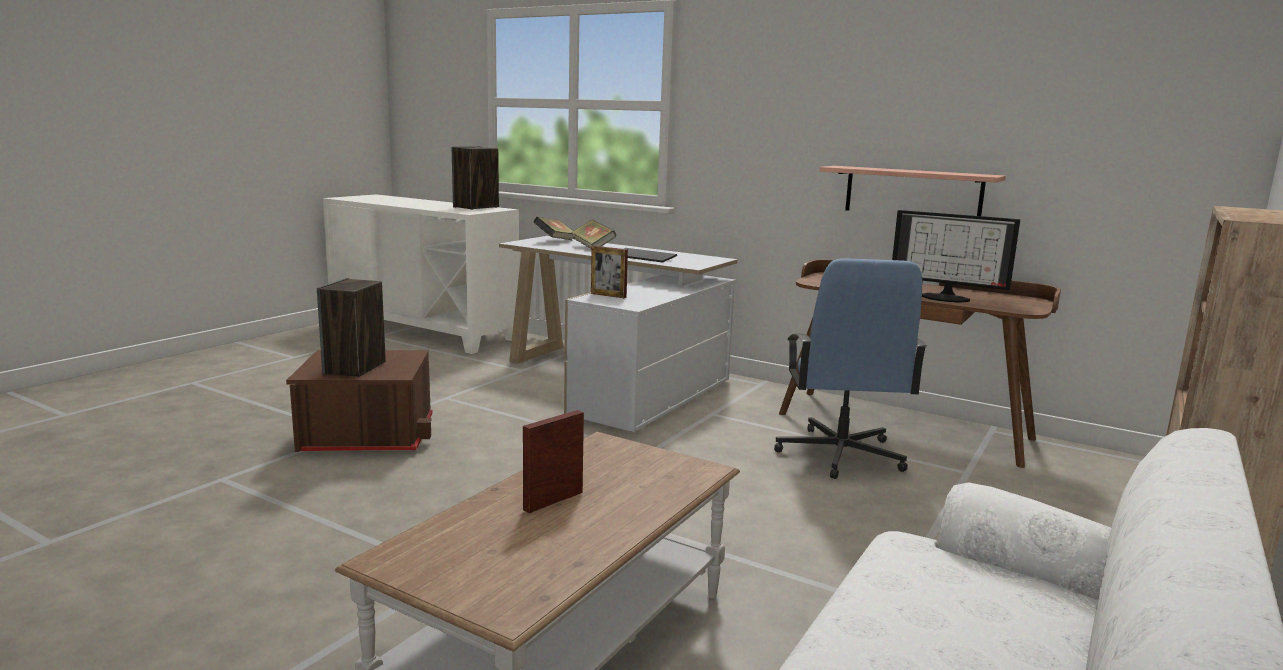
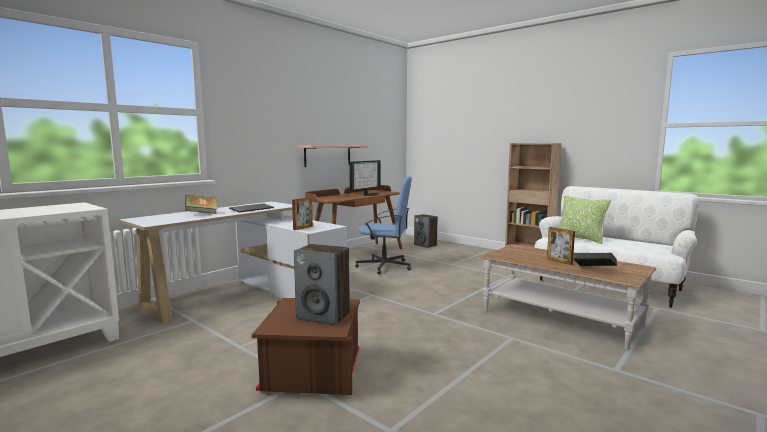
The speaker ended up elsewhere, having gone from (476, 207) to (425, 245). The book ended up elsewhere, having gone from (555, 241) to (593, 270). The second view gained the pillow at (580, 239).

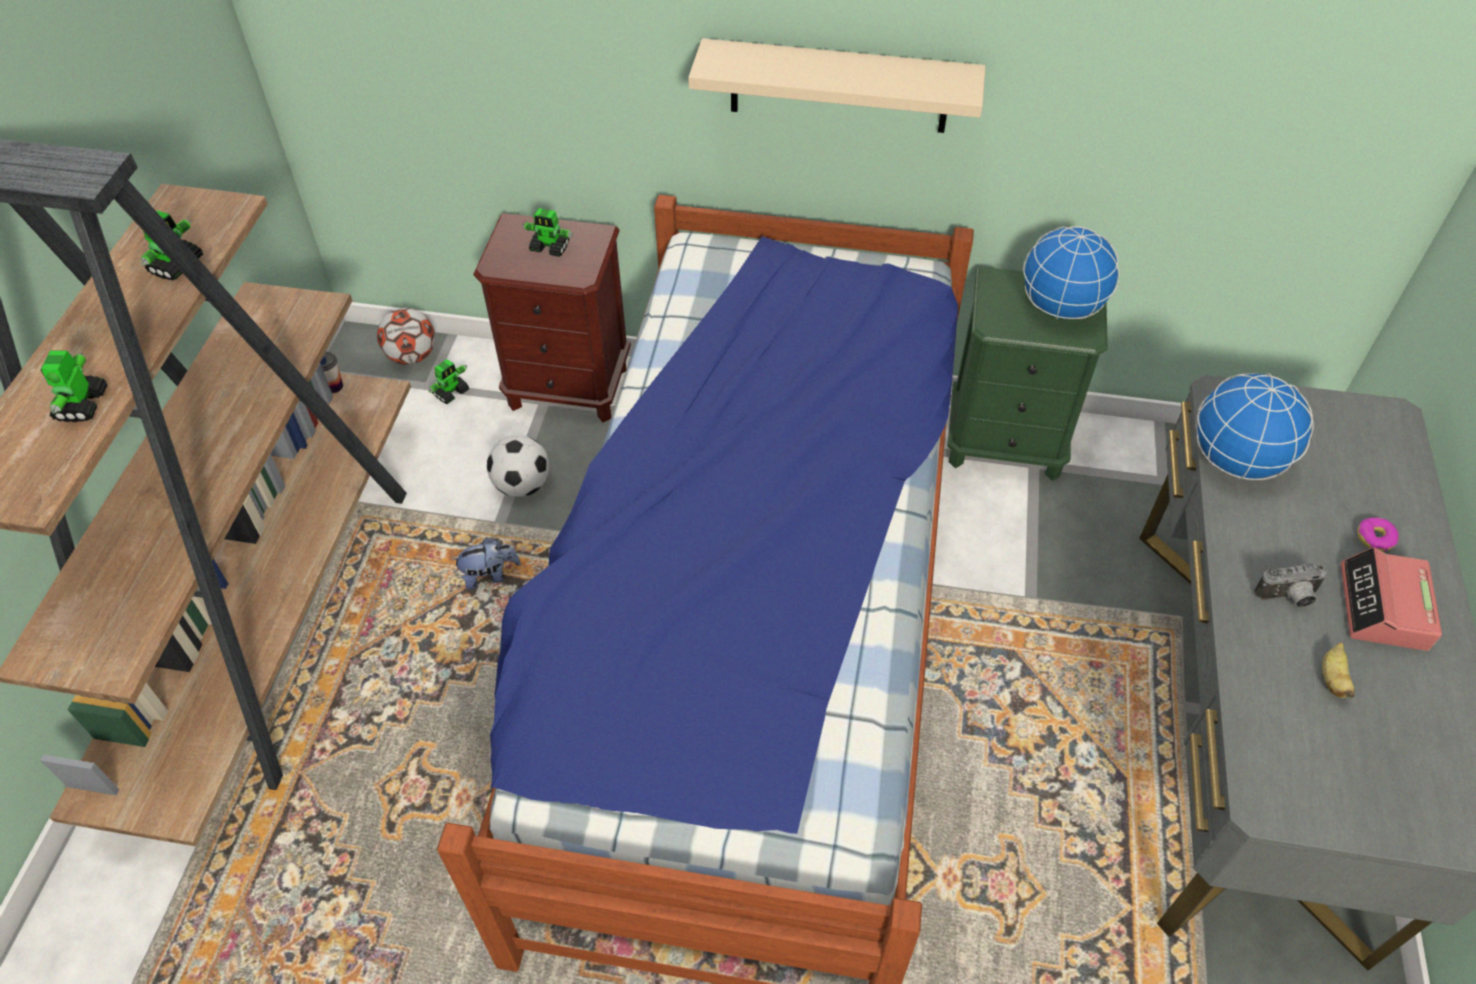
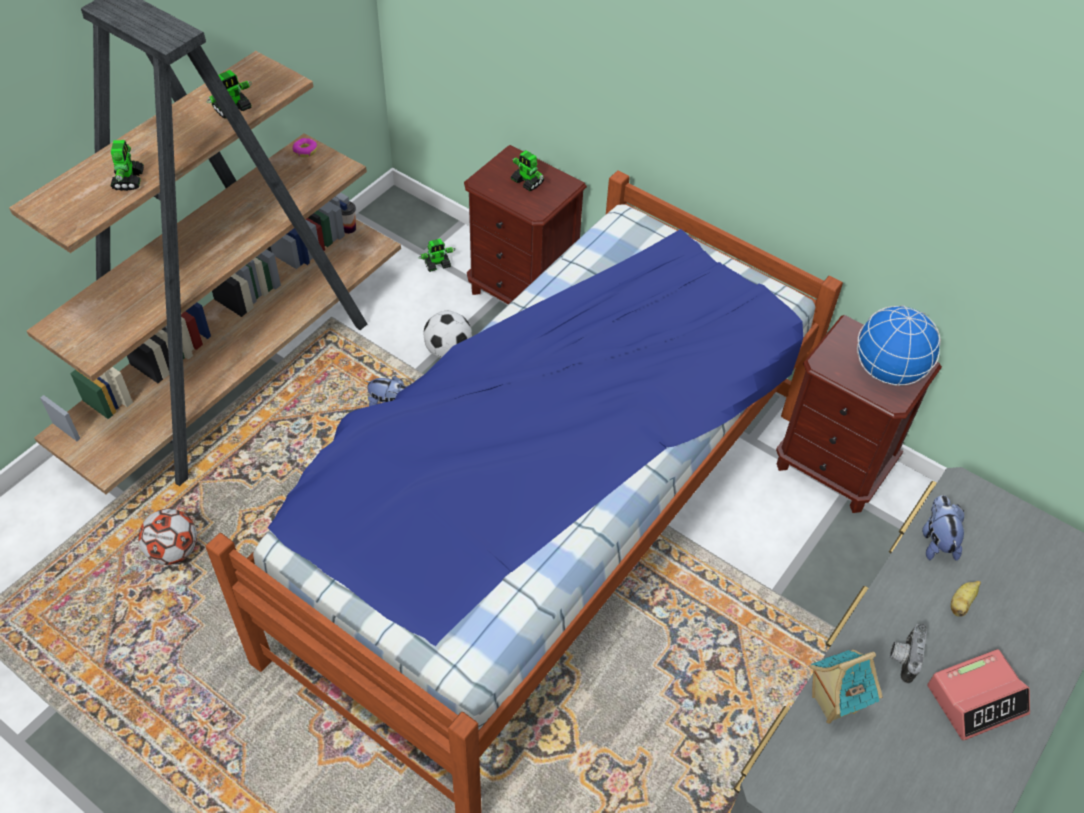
The second view lost the shelf/beige at (839, 86). What was the nightstand/green at (1005, 442) turned into the nightstand/brown at (832, 468). The football ended up elsewhere, having gone from (412, 356) to (174, 551). The toy robot at (82, 405) ended up facing another way, 150 degrees clockwise from before. Where the globe stood at (1234, 461), the plush toy came to stand at (936, 541). The donut ended up elsewhere, having gone from (1374, 538) to (305, 151). The alarm clock at (1383, 608) ended up facing another way, 150 degrees counterclockwise from before. The photo camera at (1288, 598) ended up facing another way, 90 degrees clockwise from before. The banana ended up elsewhere, having gone from (1332, 678) to (961, 603). The second view gained the toy house at (832, 704).

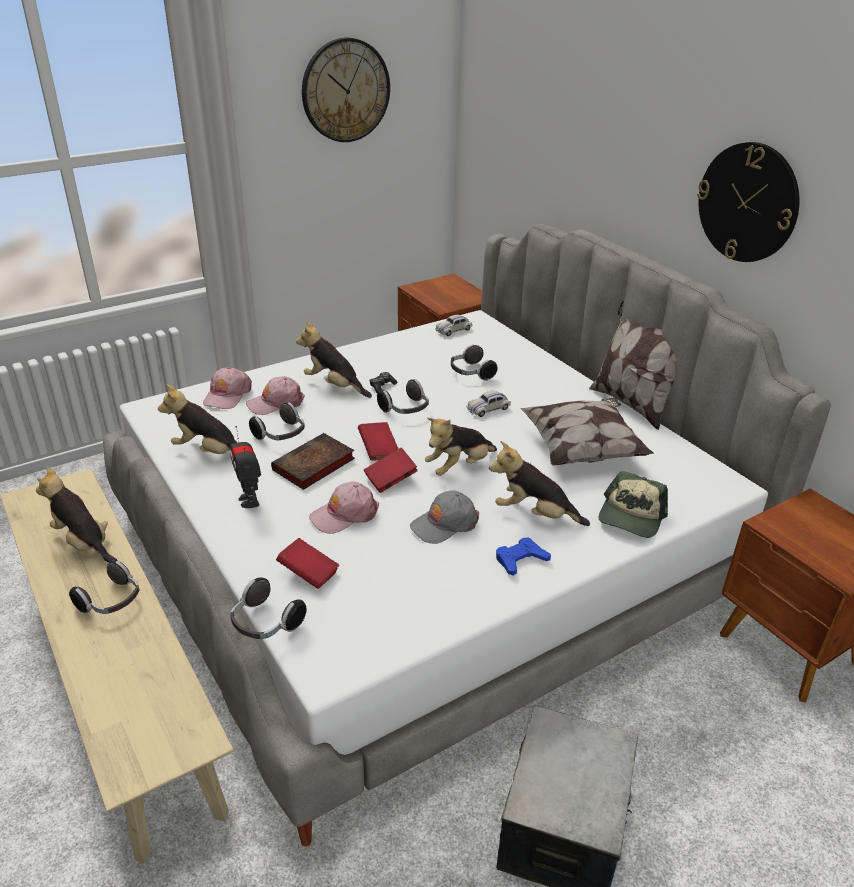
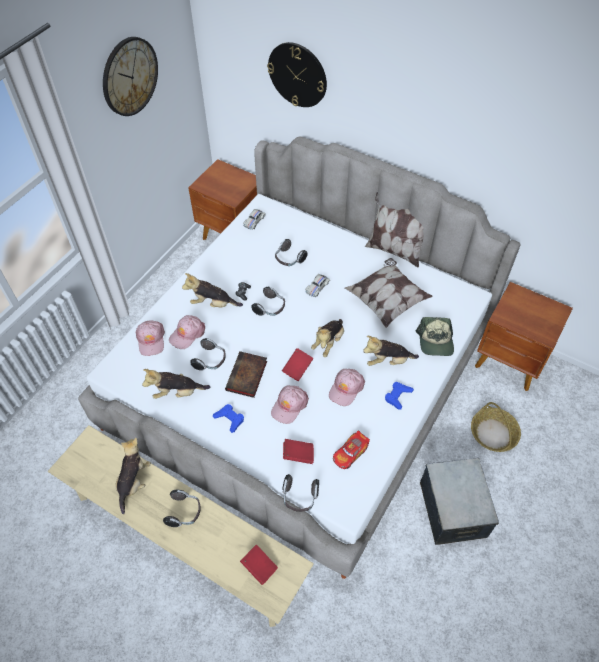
The wall clock ended up elsewhere, having gone from (747, 203) to (297, 75). The book/red ended up elsewhere, having gone from (378, 451) to (259, 567). Where the toy robot stood at (250, 500), the game controller/blue came to stand at (229, 419). The plush toy at (84, 543) ended up facing another way, 90 degrees clockwise from before. What was the cap/grey at (444, 524) turned into the cap/pink at (346, 388). The second view gained the basket at (493, 434). The second view gained the toy car at (350, 453).

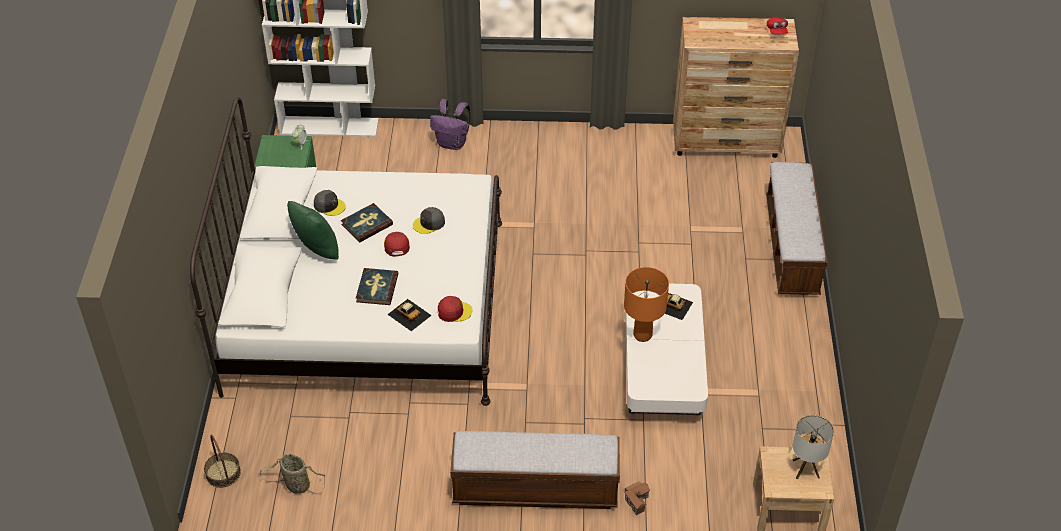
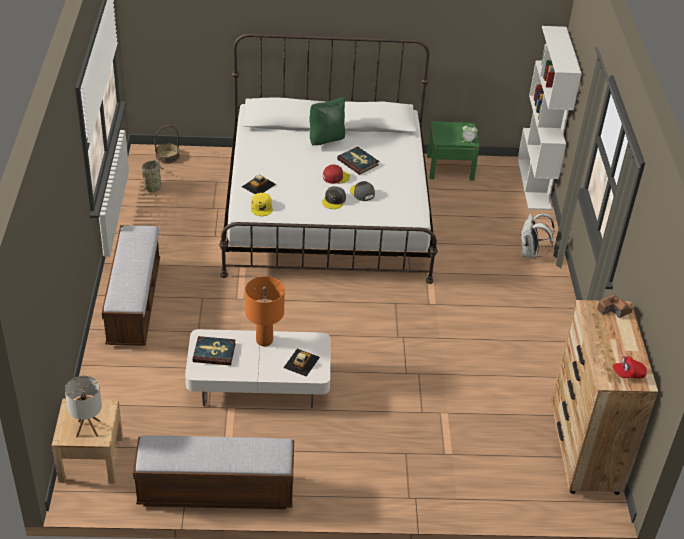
What was the backpack/purple at (452, 143) turned into the backpack/white at (530, 253). The bench ended up elsewhere, having gone from (791, 247) to (216, 491). The cap/grey ended up elsewhere, having gone from (329, 206) to (334, 200). The book ended up elsewhere, having gone from (377, 288) to (214, 352). What was the cap/red at (454, 311) turned into the cap/yellow at (261, 207). The toy house ended up elsewhere, having gone from (637, 499) to (614, 310).

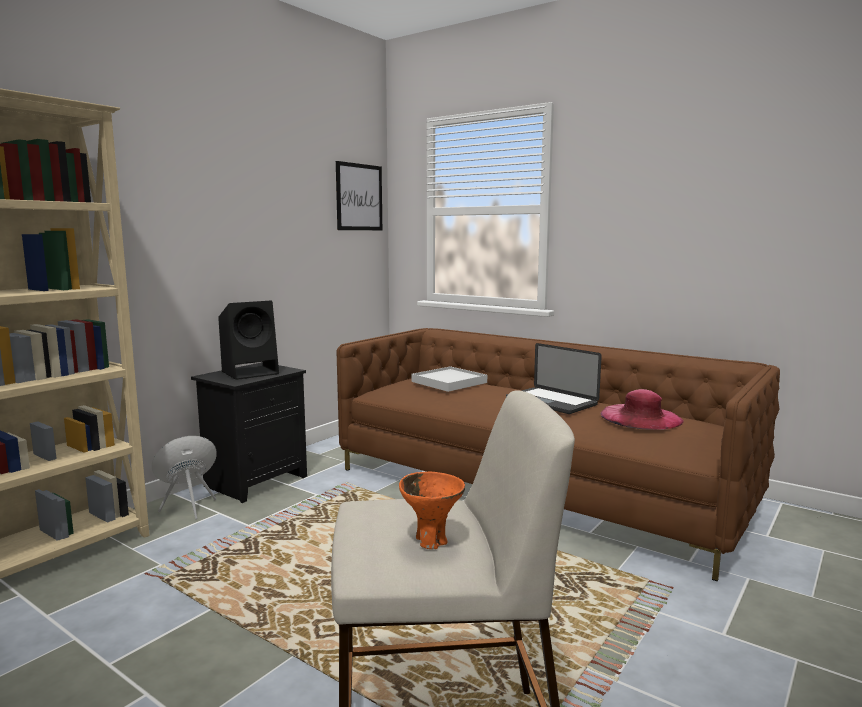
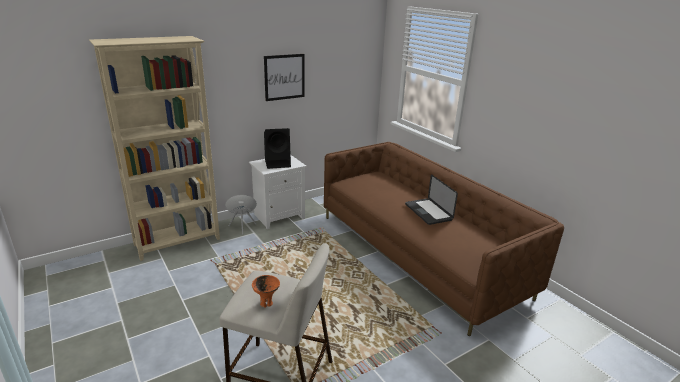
The picture ended up elsewhere, having gone from (359, 197) to (284, 77). What was the nightstand/black at (256, 481) turned into the nightstand/white at (279, 216). The second view lost the tray/white at (449, 382). The second view lost the hat/pink at (641, 417).

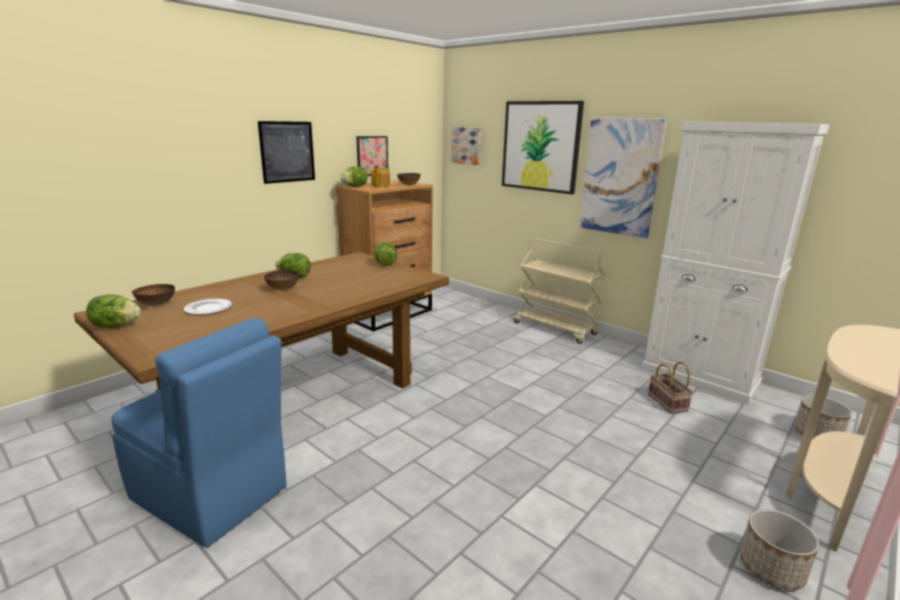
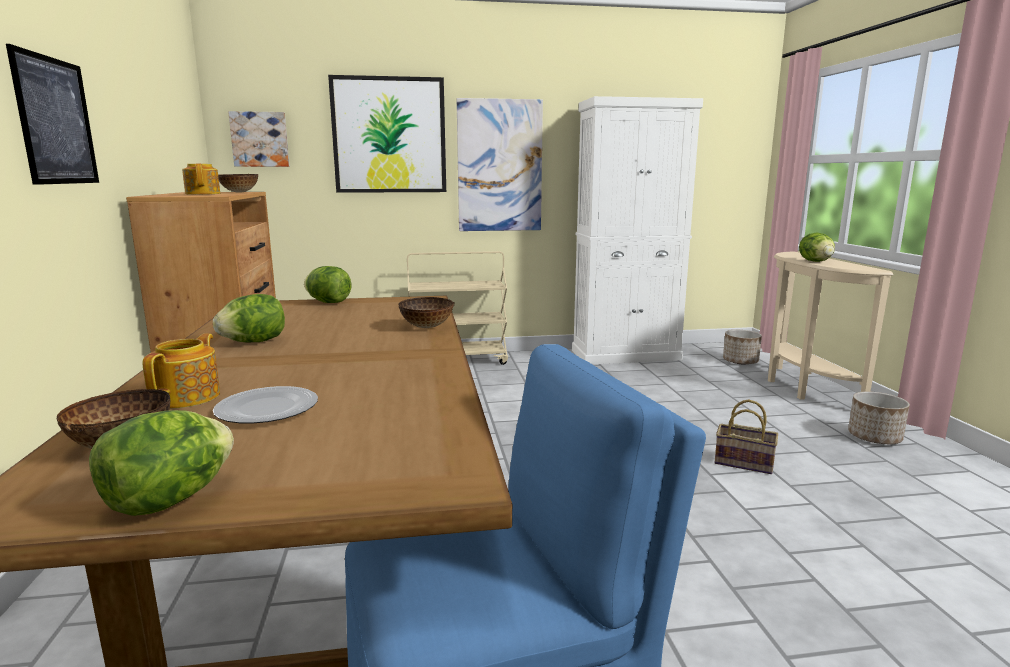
The second view lost the picture at (372, 156). The lettuce ended up elsewhere, having gone from (355, 186) to (815, 261). The bowl ended up elsewhere, having gone from (282, 289) to (426, 327). The basket ended up elsewhere, having gone from (668, 403) to (745, 463). The second view gained the teapot at (188, 396).

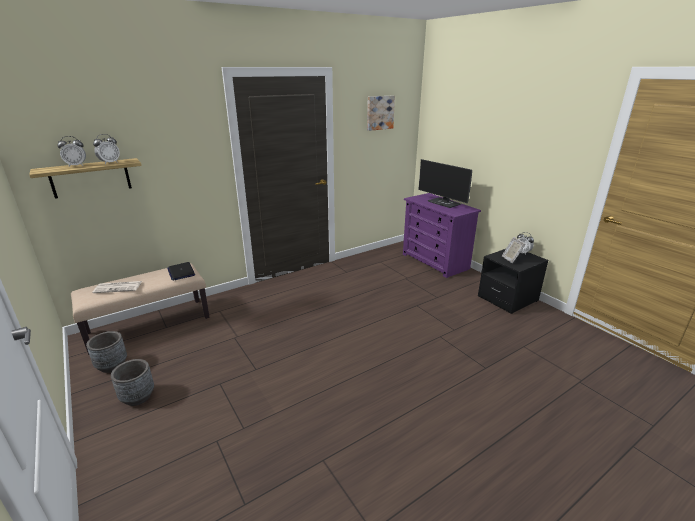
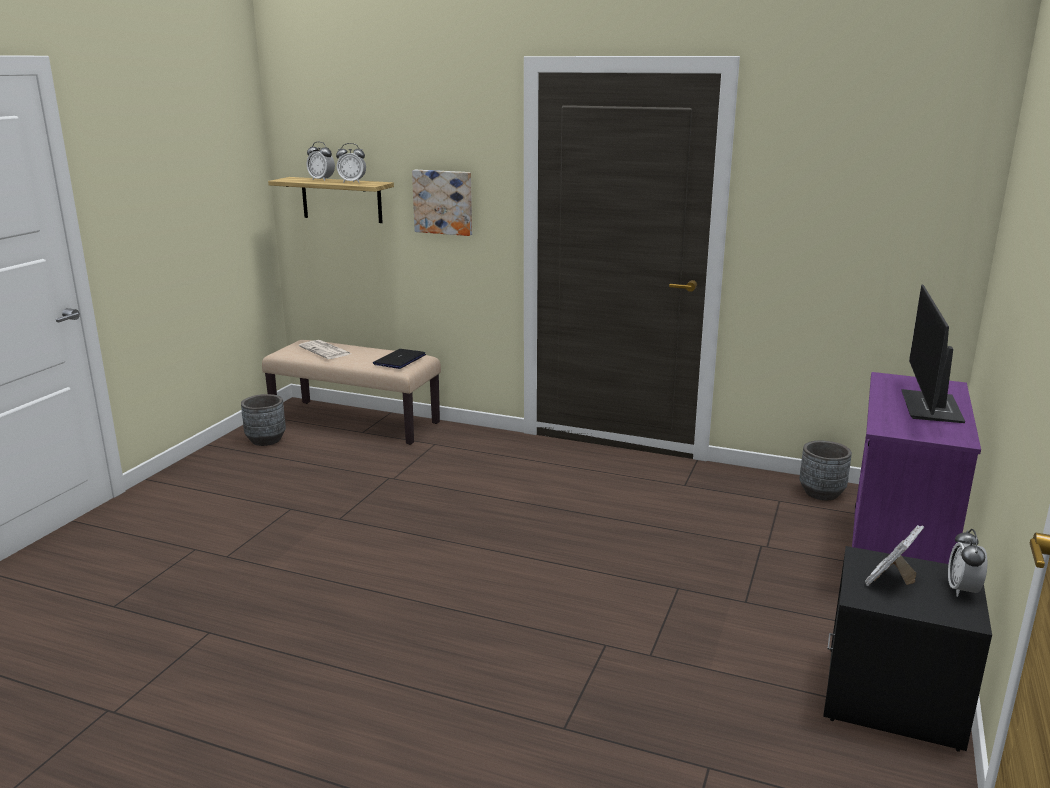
The picture ended up elsewhere, having gone from (379, 112) to (443, 202). The planter/grey ended up elsewhere, having gone from (138, 397) to (821, 493).

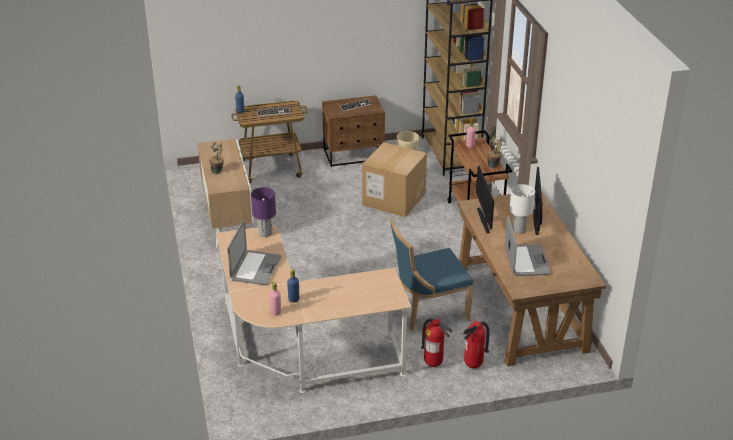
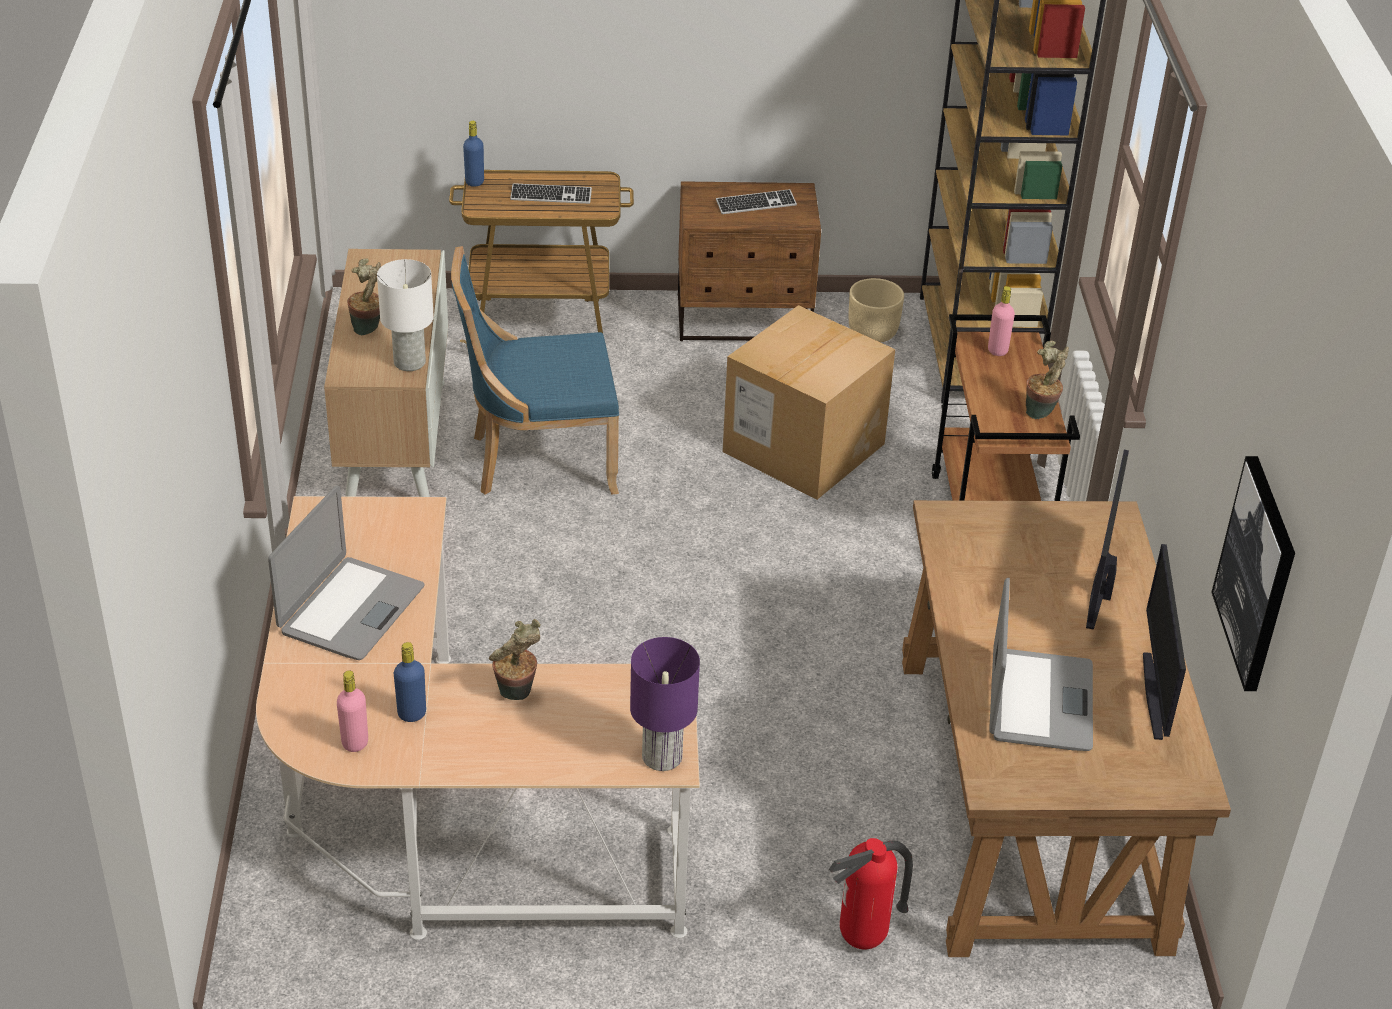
The monitor ended up elsewhere, having gone from (484, 220) to (1156, 696). The table lamp/white ended up elsewhere, having gone from (519, 229) to (410, 362). The table lamp/purple ended up elsewhere, having gone from (265, 233) to (663, 757). The chair/blue ended up elsewhere, having gone from (428, 311) to (538, 461). The second view lost the fire extinguisher at (433, 364). The second view gained the picture at (1257, 573). The second view gained the potted plant at (516, 695).

